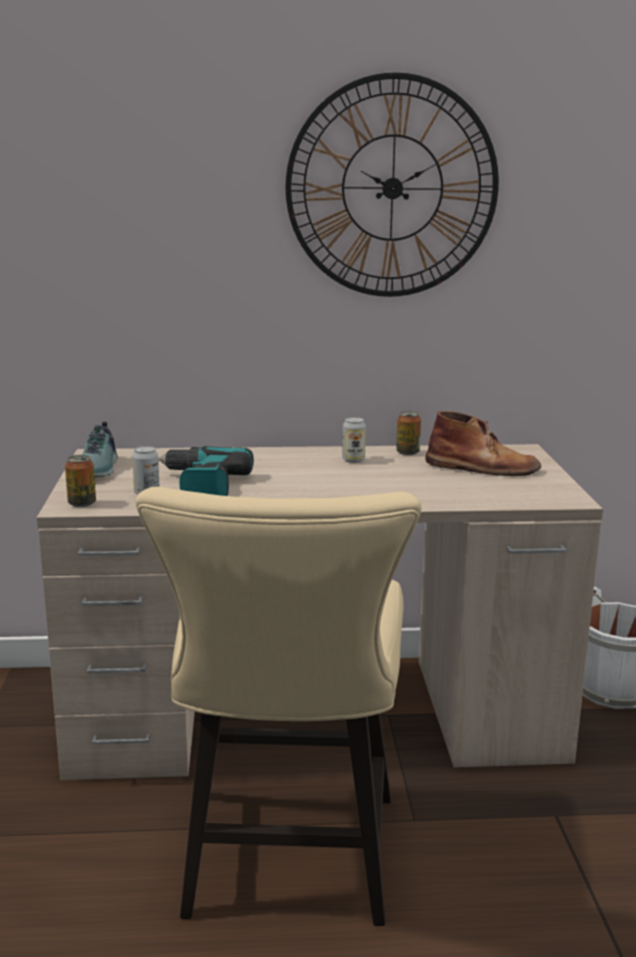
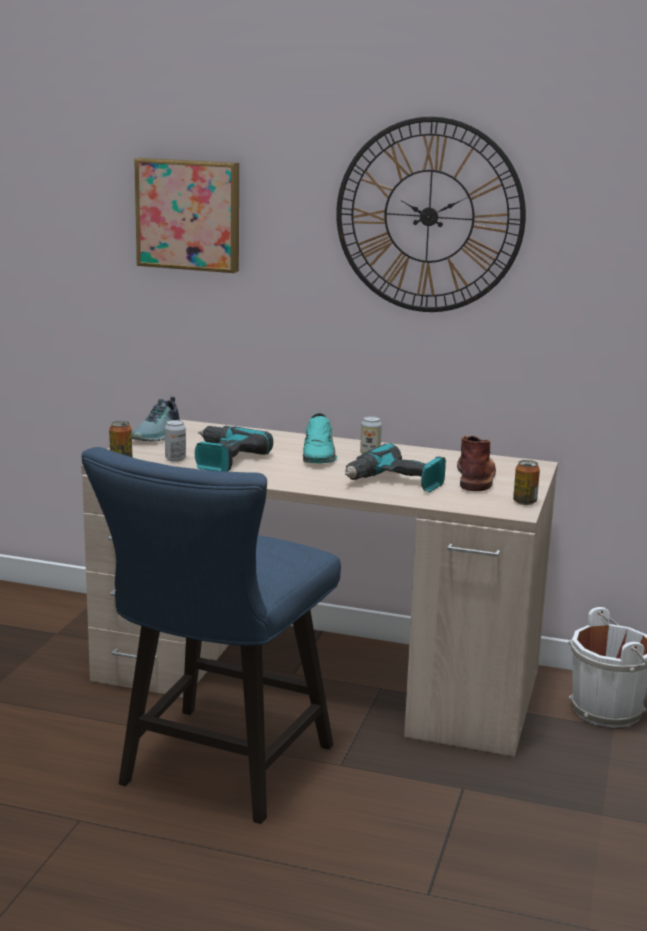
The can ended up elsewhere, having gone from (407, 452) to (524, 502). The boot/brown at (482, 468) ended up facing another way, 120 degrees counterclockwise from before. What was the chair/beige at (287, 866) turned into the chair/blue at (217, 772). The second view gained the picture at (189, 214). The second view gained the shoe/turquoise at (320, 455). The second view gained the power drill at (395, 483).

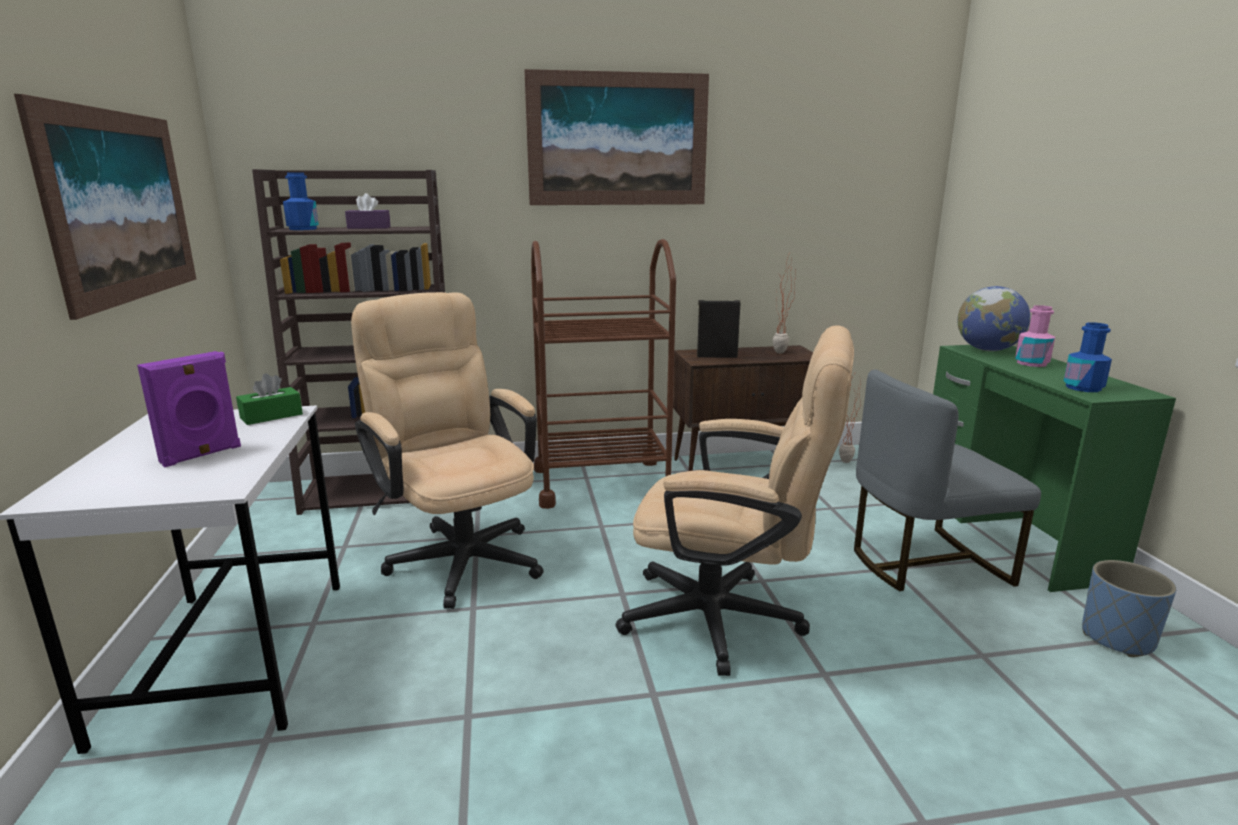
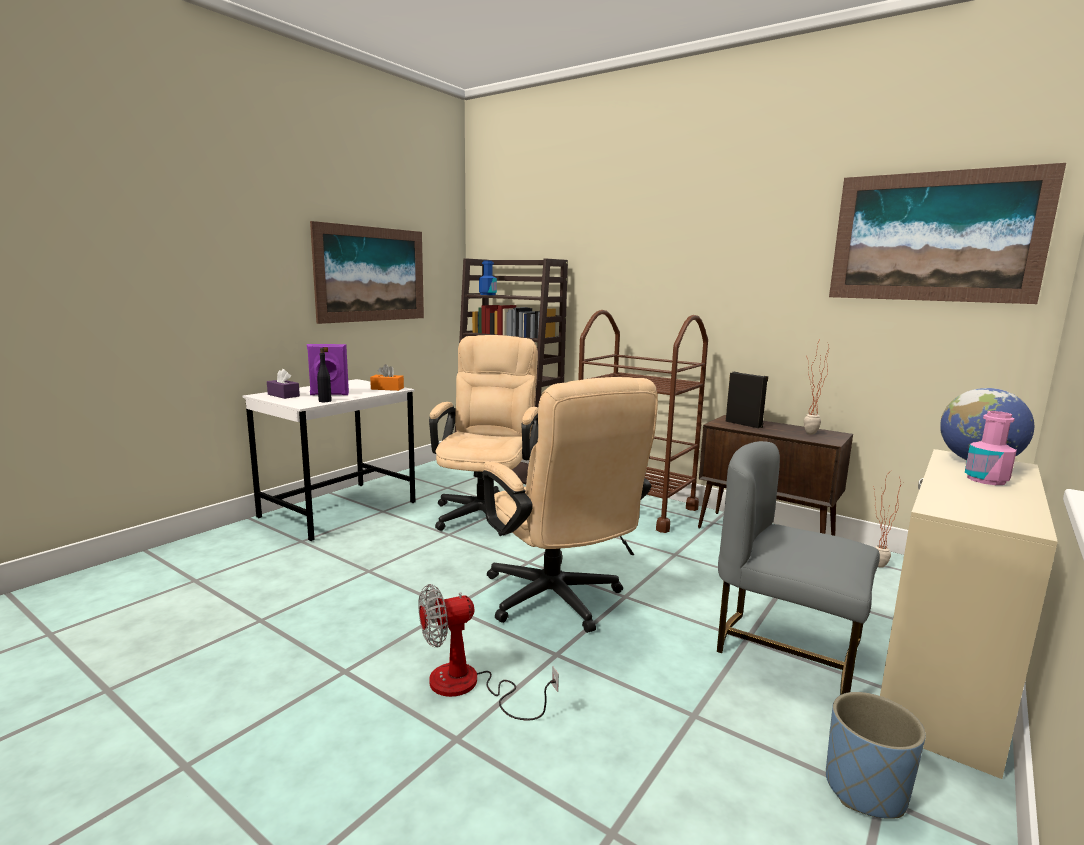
The picture ended up elsewhere, having gone from (618, 140) to (935, 237). The tissue box/purple ended up elsewhere, having gone from (369, 228) to (283, 395). The second view lost the bottle/blue at (1083, 388). What was the desk/green at (1011, 533) turned into the desk/beige at (945, 680). What was the tissue box/green at (271, 416) turned into the tissue box/orange at (387, 388). The second view gained the bottle/black at (325, 401). The second view gained the fan at (469, 687).

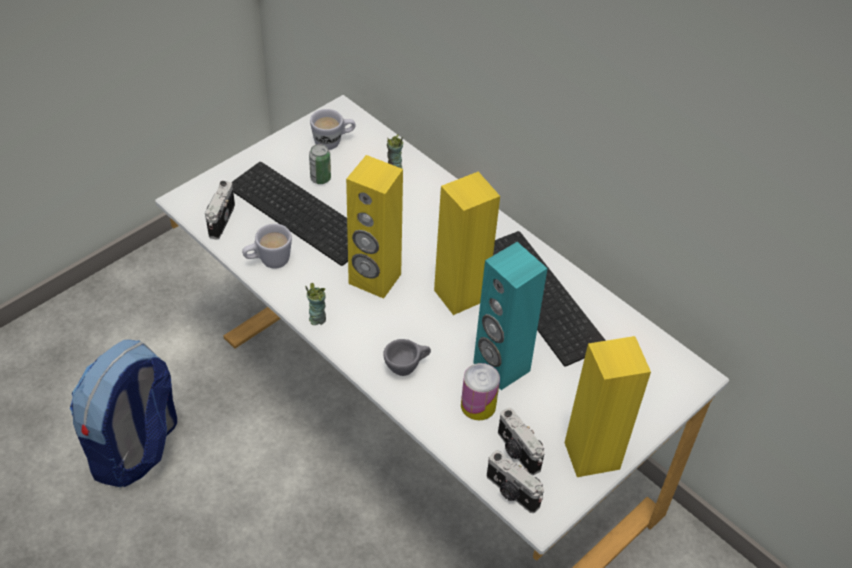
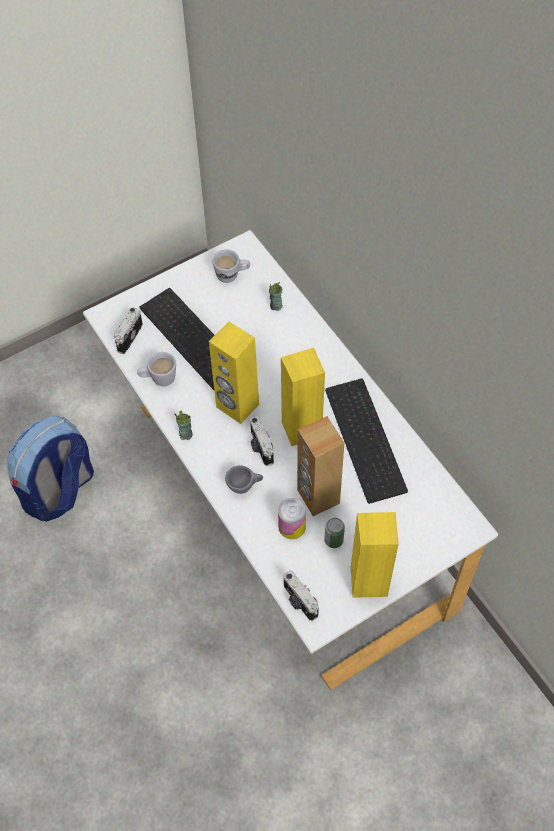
The can ended up elsewhere, having gone from (320, 178) to (333, 540). What was the speaker/turquoise at (501, 367) turned into the speaker/brown at (317, 497). The photo camera ended up elsewhere, having gone from (517, 452) to (260, 447).

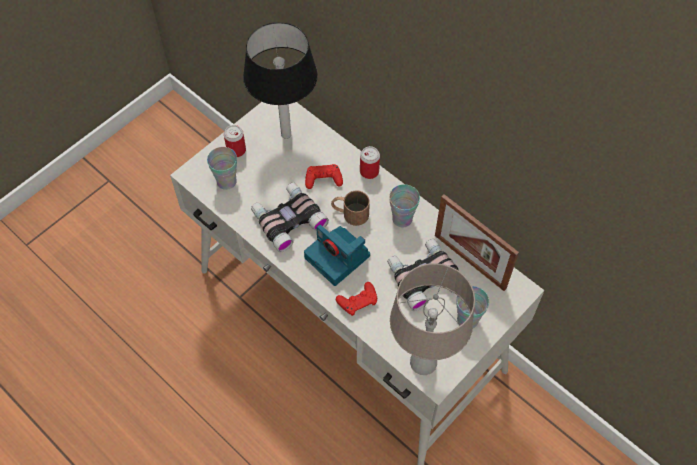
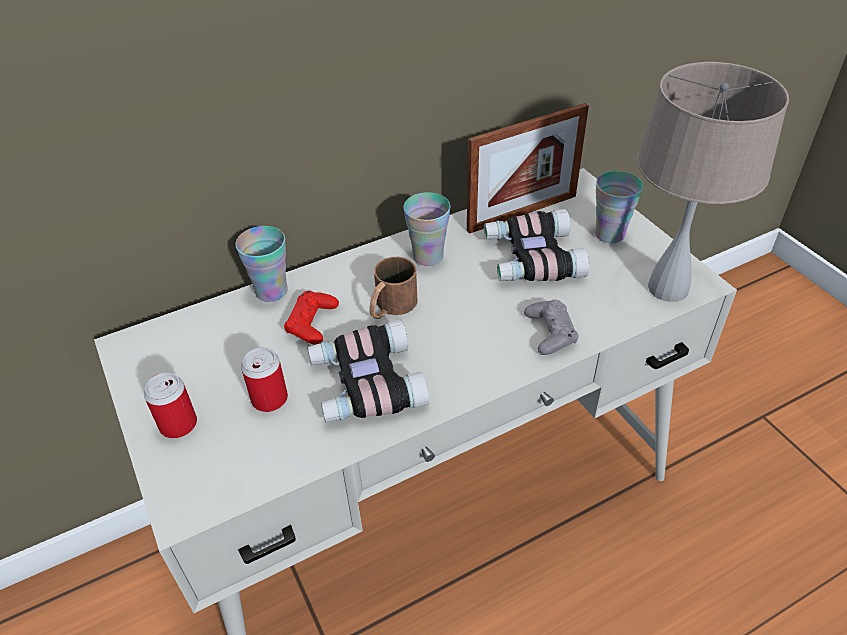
The second view lost the table lamp at (286, 135). The can ended up elsewhere, having gone from (369, 171) to (269, 399). The cup ended up elsewhere, having gone from (226, 181) to (271, 291). The second view lost the photo camera at (338, 257). What was the game controller/red at (358, 301) turned into the game controller/grey at (550, 332).

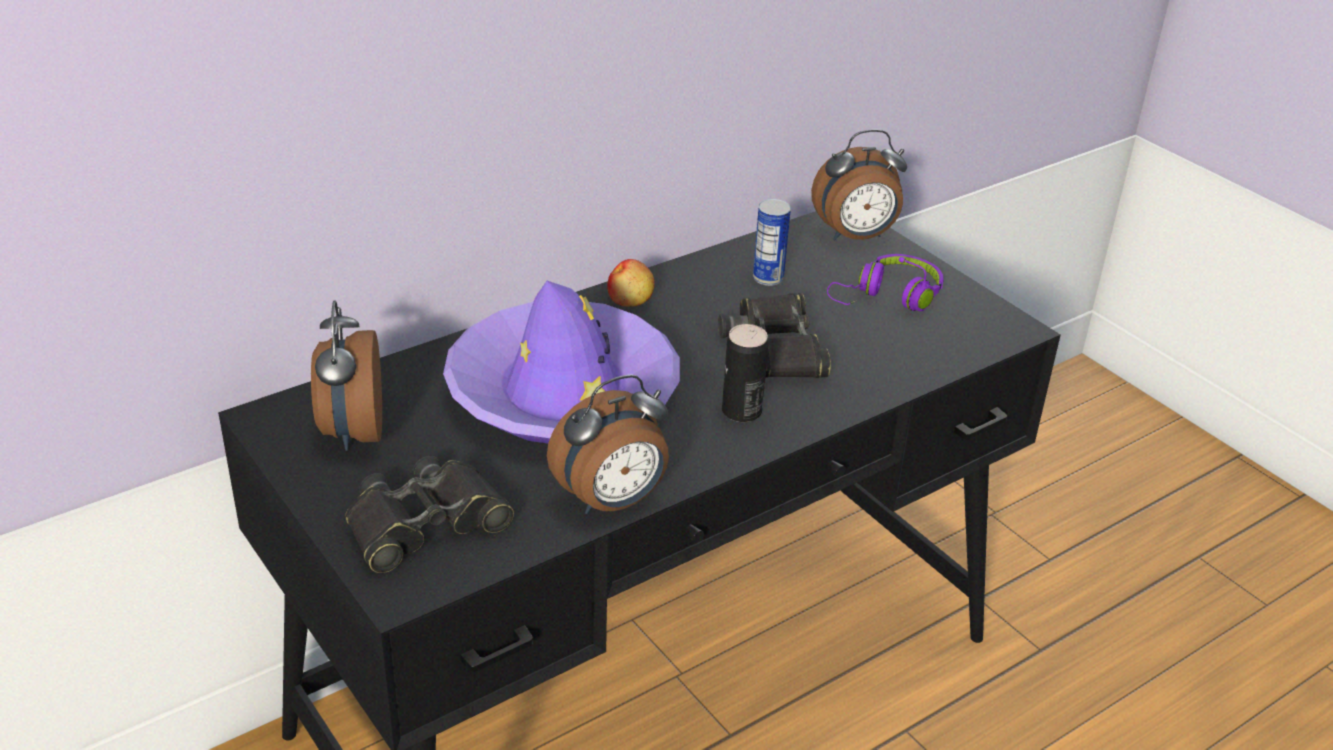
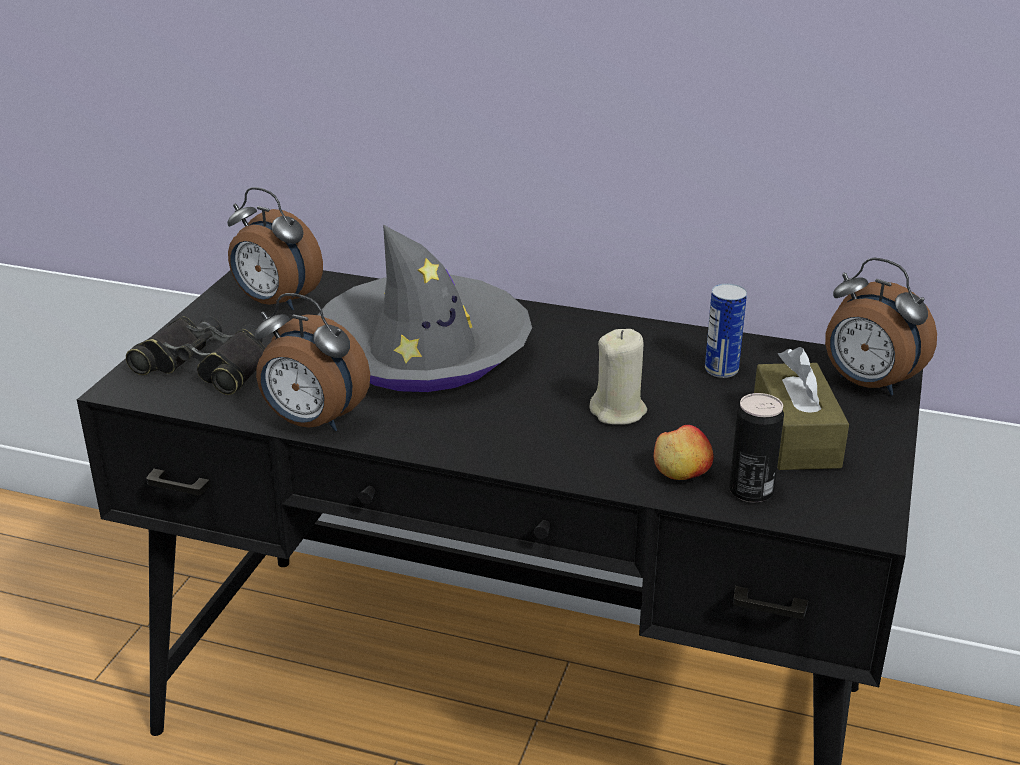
Where the headphones/purple stood at (889, 297), the tissue box/brown came to stand at (795, 436). The apple ended up elsewhere, having gone from (631, 301) to (681, 474). What was the hat/purple at (562, 392) turned into the hat/grey at (423, 351). Where the binoculars/black stood at (774, 348), the candle/beige came to stand at (618, 412). The alarm clock at (351, 432) ended up facing another way, 105 degrees counterclockwise from before. The can ended up elsewhere, having gone from (741, 412) to (751, 491).

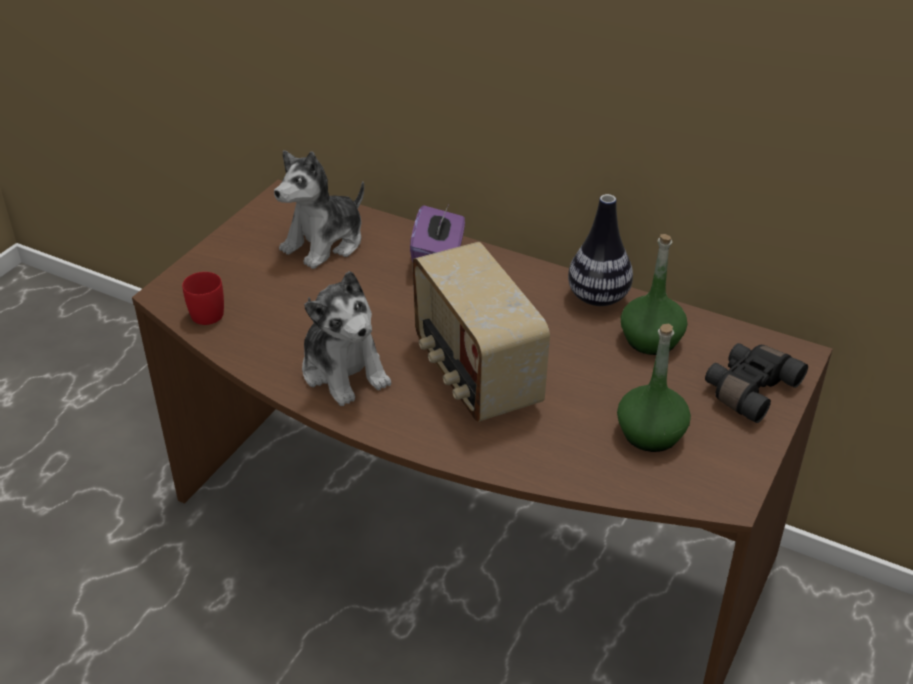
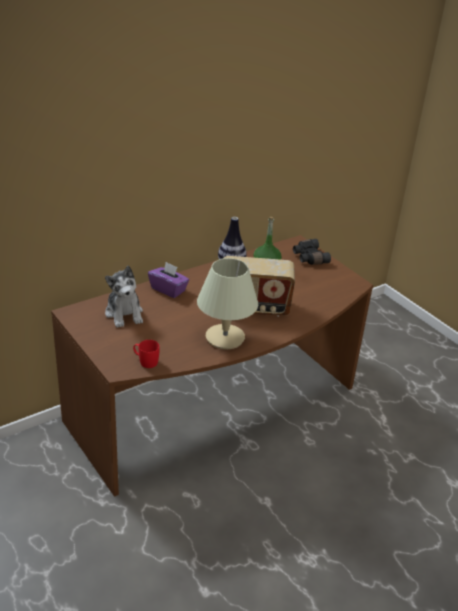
Where the plush toy stood at (344, 371), the table lamp/beige came to stand at (225, 337). The second view lost the bottle/green at (650, 434).

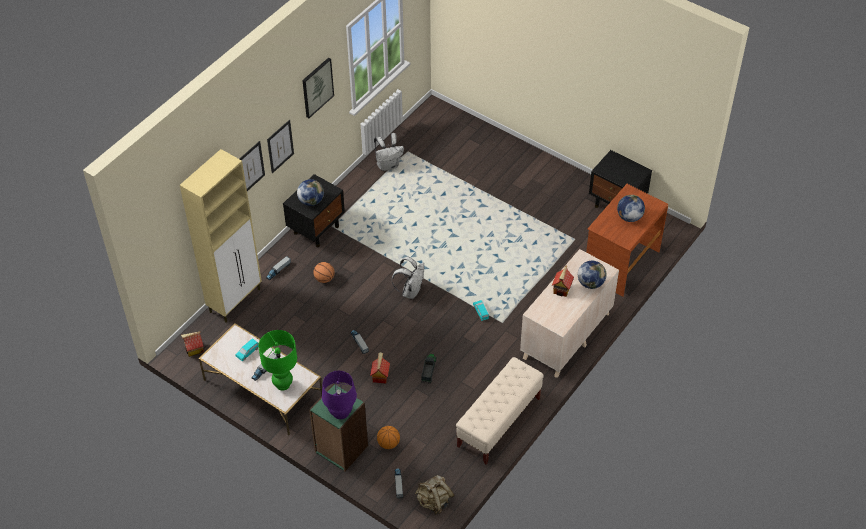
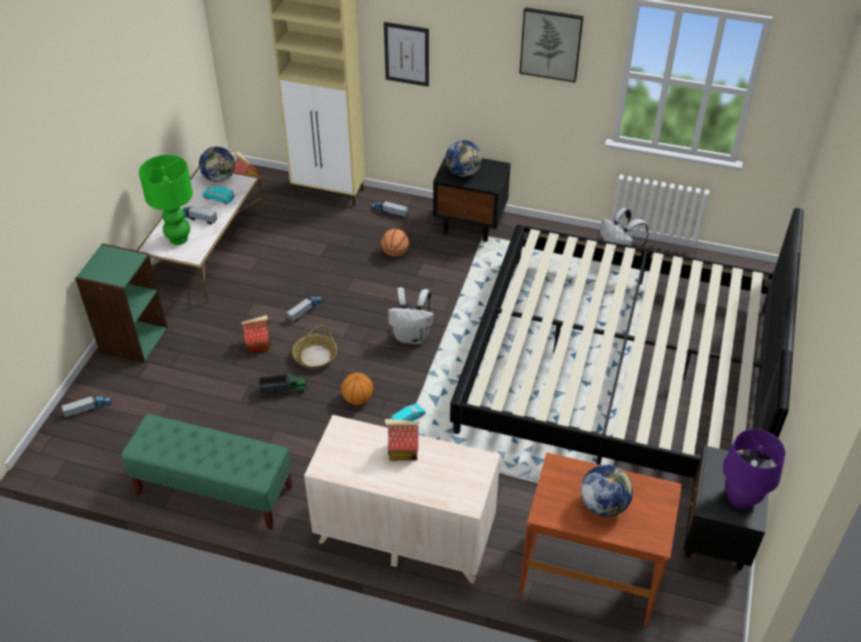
The second view lost the picture at (280, 146). The globe ended up elsewhere, having gone from (590, 283) to (219, 178). What was the bench/beige at (498, 422) turned into the bench/green at (214, 491). The table lamp/purple ended up elsewhere, having gone from (340, 412) to (741, 498). The basketball ended up elsewhere, having gone from (388, 443) to (358, 399). The second view lost the backpack/beige at (434, 501). The second view gained the bed at (620, 369). The second view gained the basket at (315, 356).

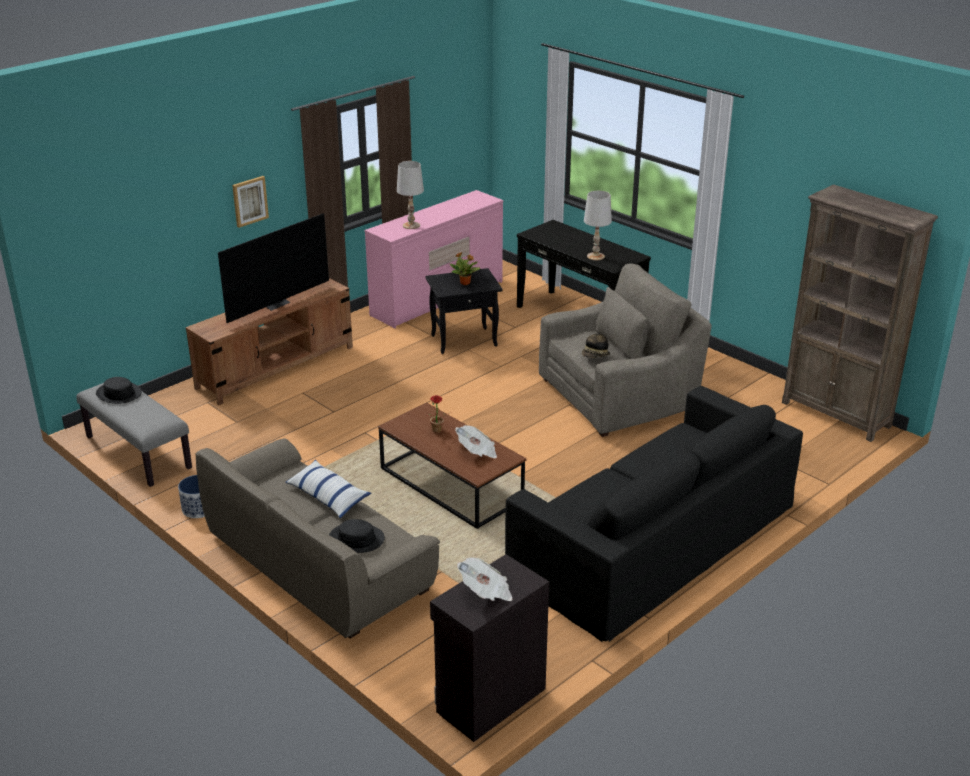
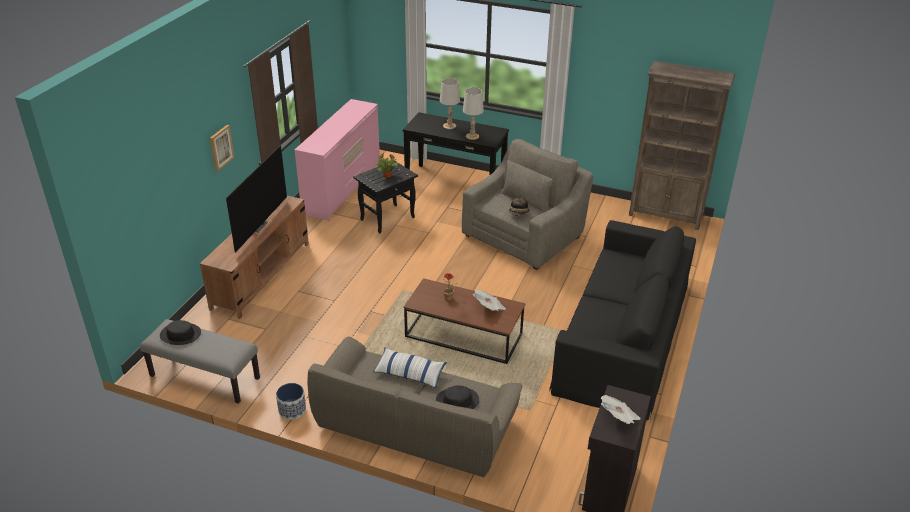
The table lamp/white ended up elsewhere, having gone from (411, 225) to (449, 126).

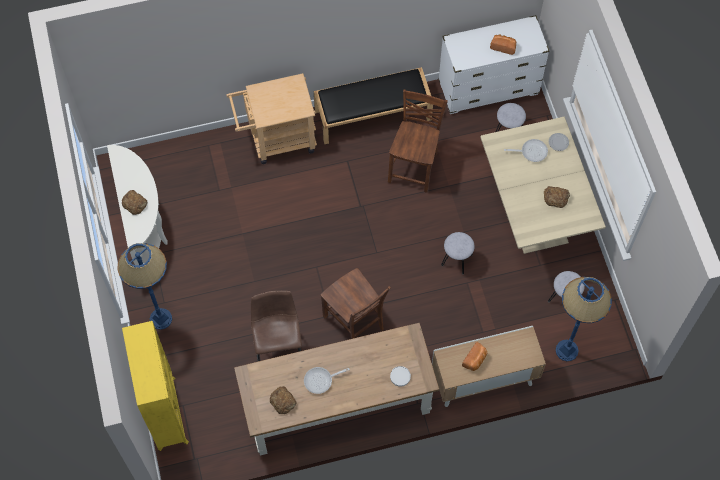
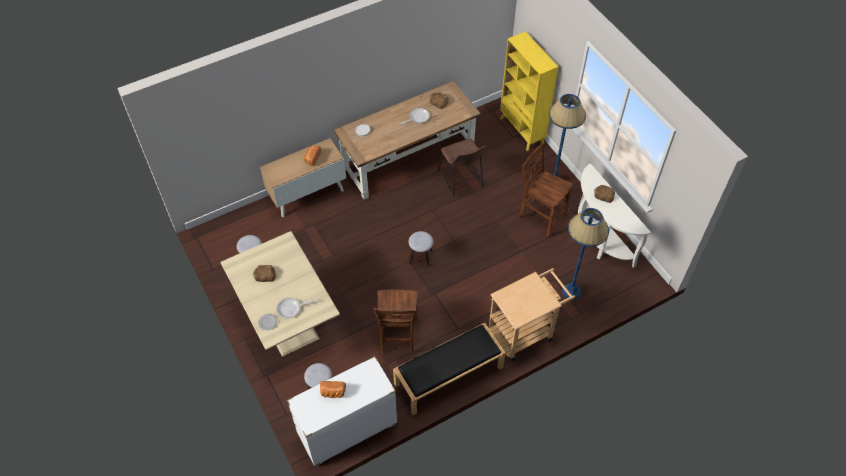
The stool/grey ended up elsewhere, having gone from (456, 260) to (421, 257). The chair/brown ended up elsewhere, having gone from (354, 323) to (540, 216). The floor lamp/blue ended up elsewhere, having gone from (566, 350) to (571, 291).

